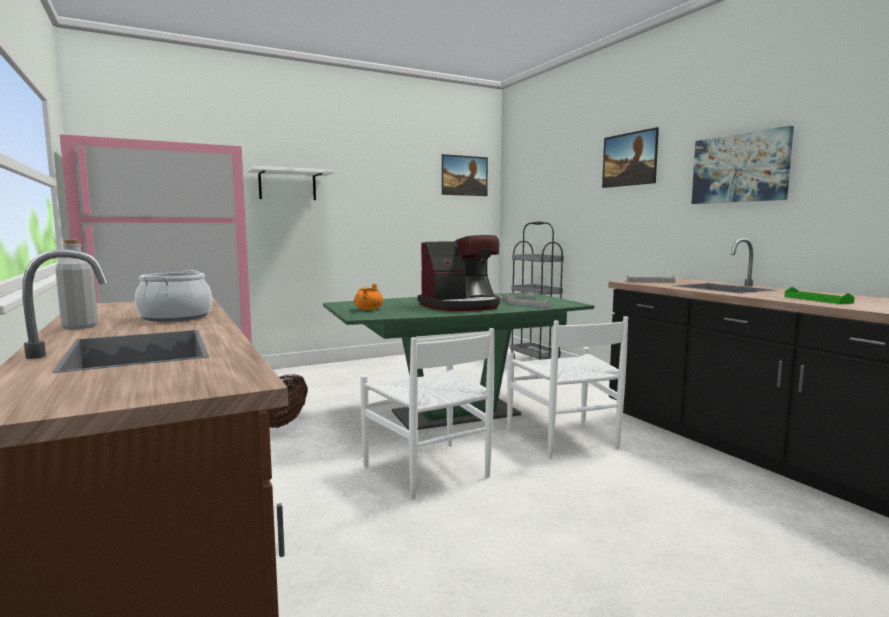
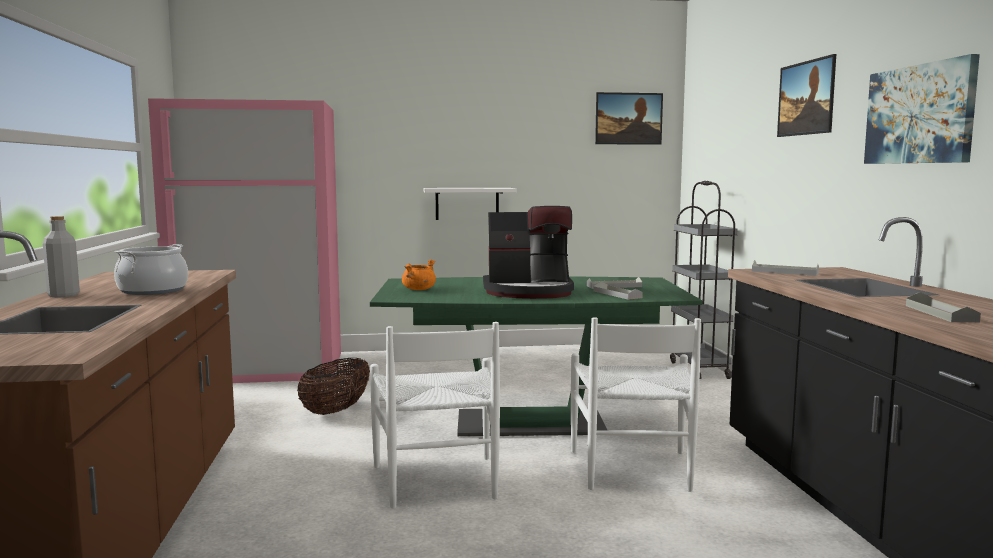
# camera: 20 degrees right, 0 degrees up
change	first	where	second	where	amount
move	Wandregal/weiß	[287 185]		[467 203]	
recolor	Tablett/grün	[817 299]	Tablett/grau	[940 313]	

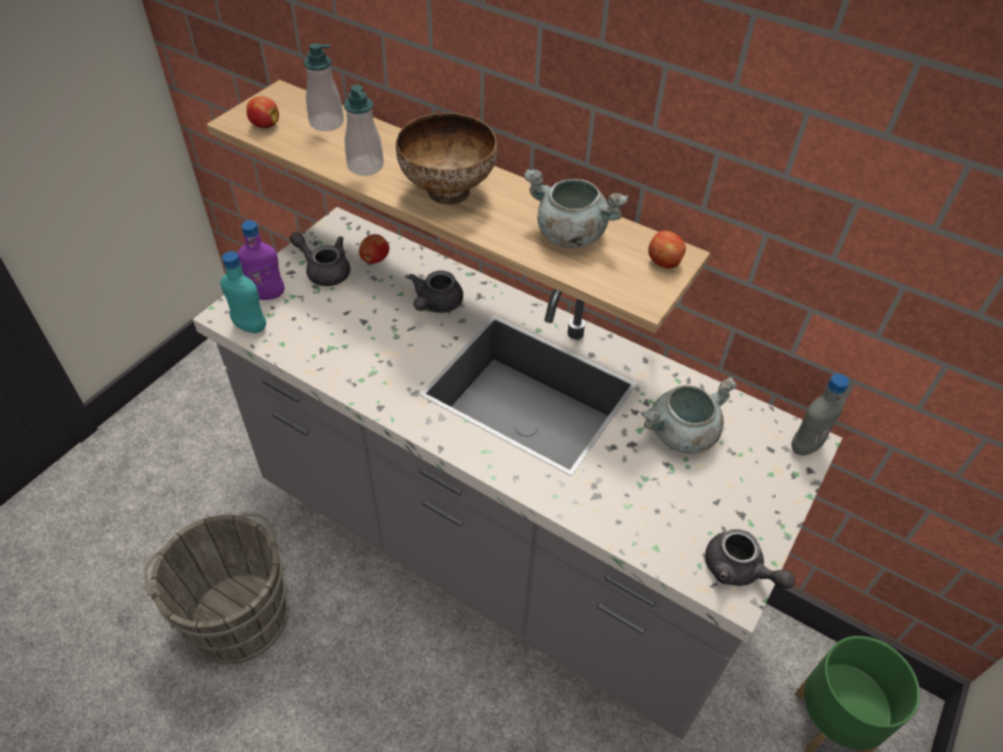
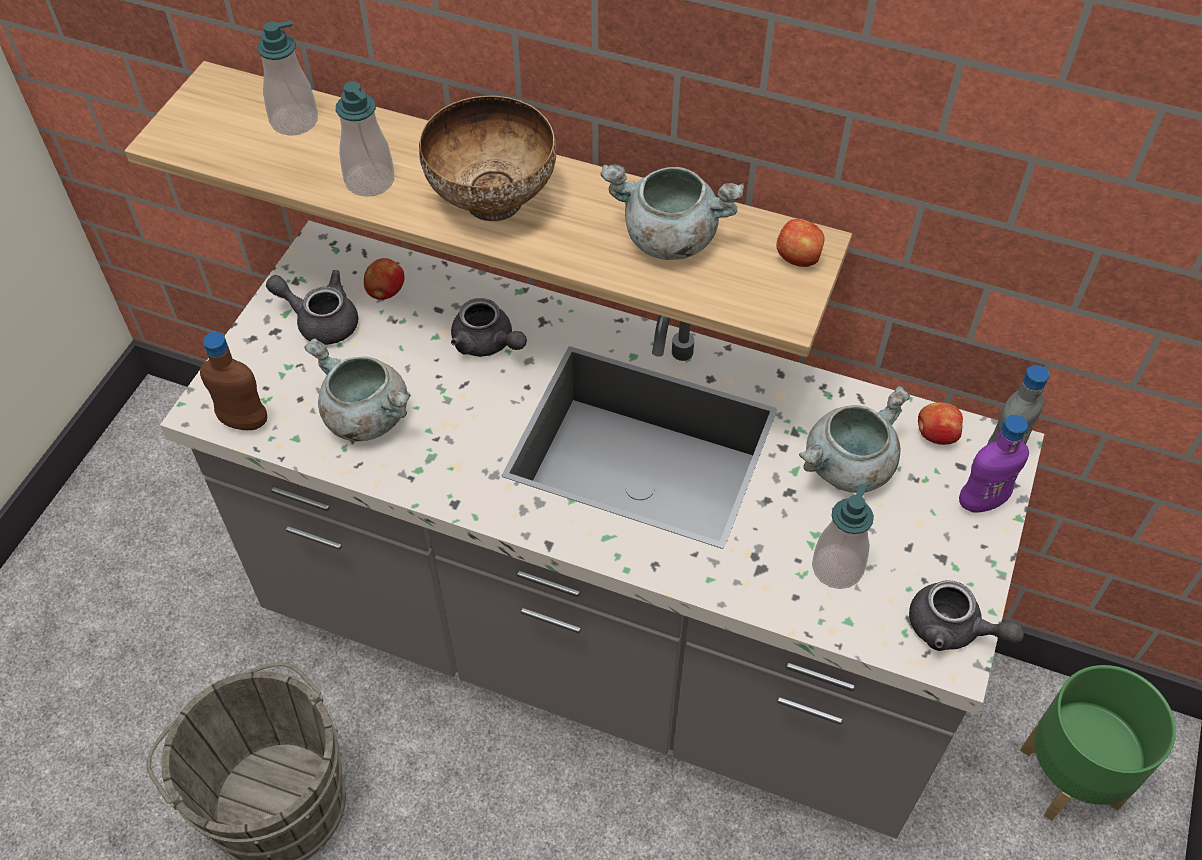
# camera: 10 degrees left, 5 degrees up
change	first	where	second	where	amount
insert			Kochtopf/grau	[364 417]	
insert			Seifenspender	[837 568]	
move	Flasche/lila	[267 295]		[981 501]	
move	Apfel	[264 125]		[935 435]	
recolor	Flasche/türkis	[250 327]	Flasche/braun	[244 422]	
rotate	Teekanne/grau	[436 304]		[487 344]	60 degrees counterclockwise

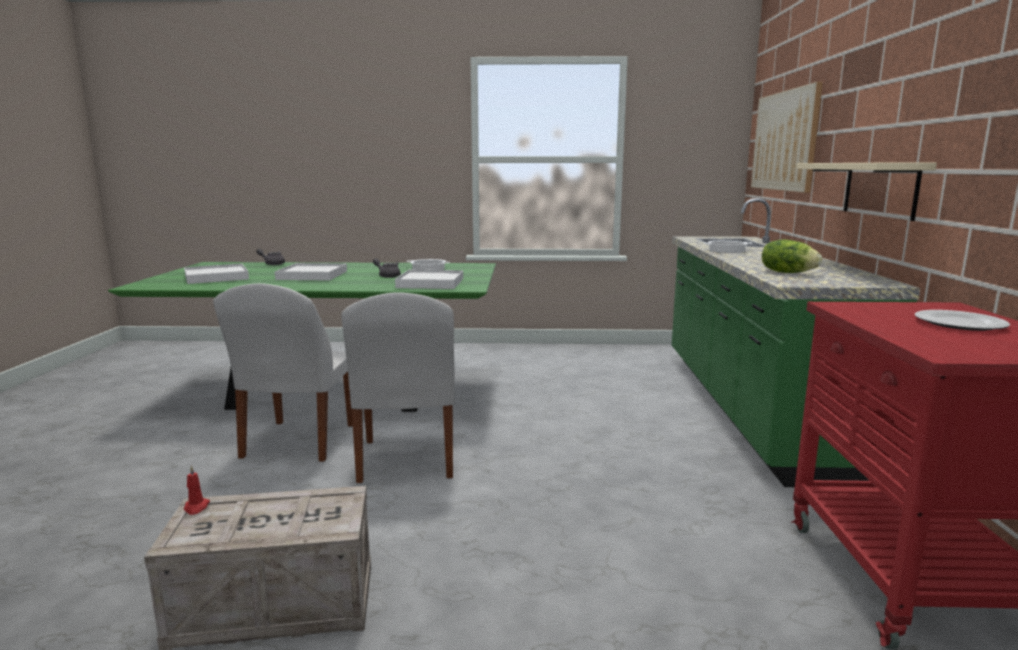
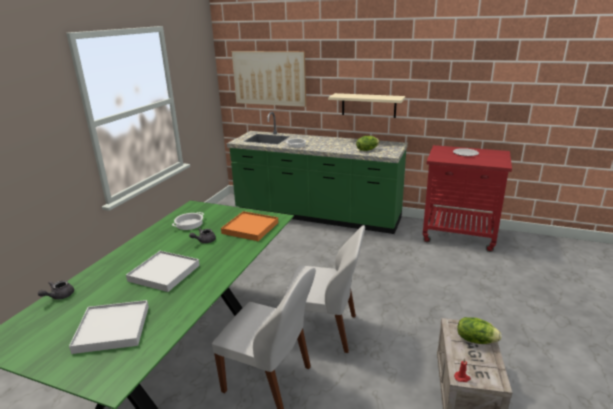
# camera: 70 degrees left, 10 degrees up
change	first	where	second	where	amount
insert			Salatkopf	[475 339]	
recolor	Tablett/weiß	[430 283]	Tablett/orange	[250 228]	

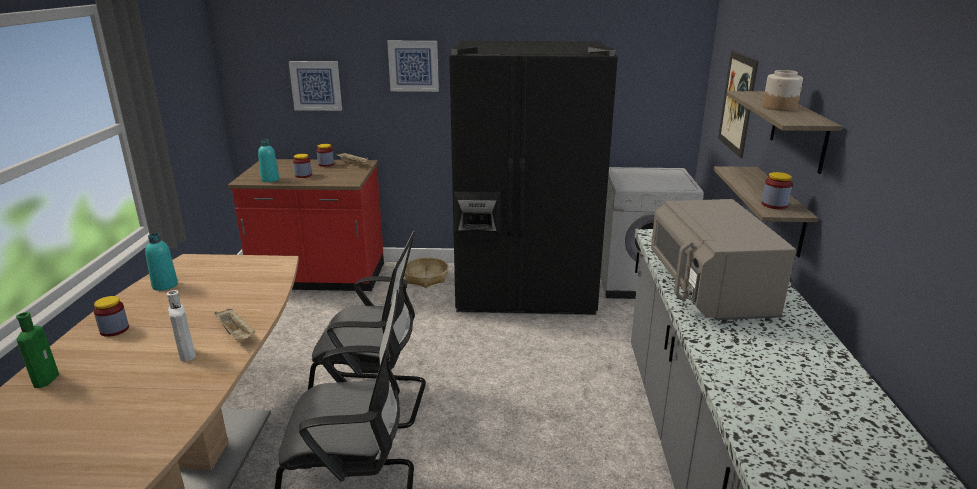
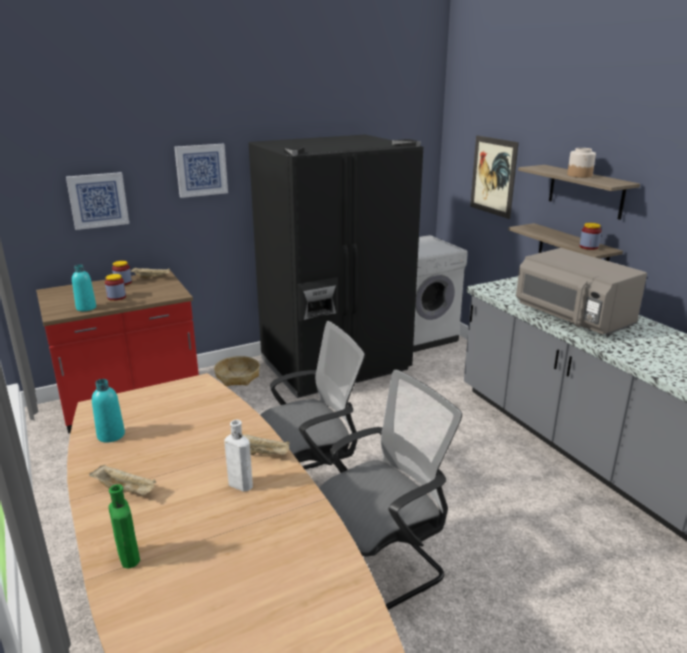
# camera: 30 degrees left, 0 degrees up
change	first	where	second	where	amount
replace	Vorratsglas	[114 330]	Tablett/beige	[125 490]	

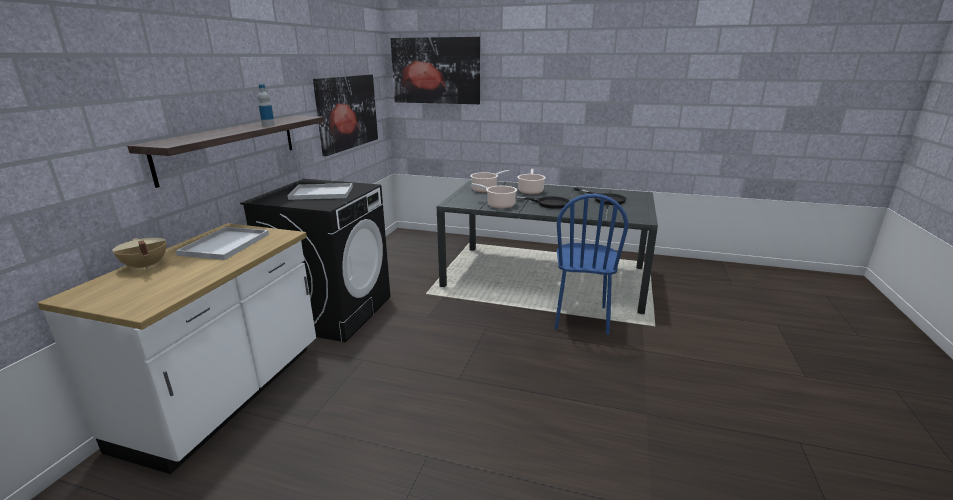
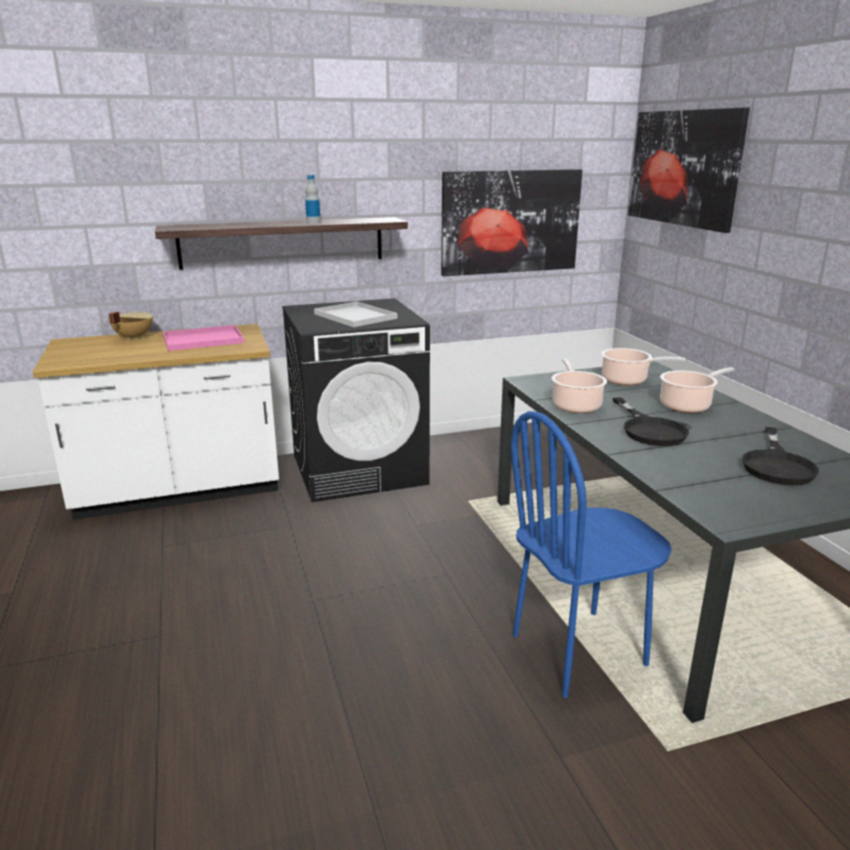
# camera: 55 degrees right, 0 degrees up
change	first	where	second	where	amount
recolor	Tablett/weiß	[225 245]	Tablett/rosa	[202 340]	

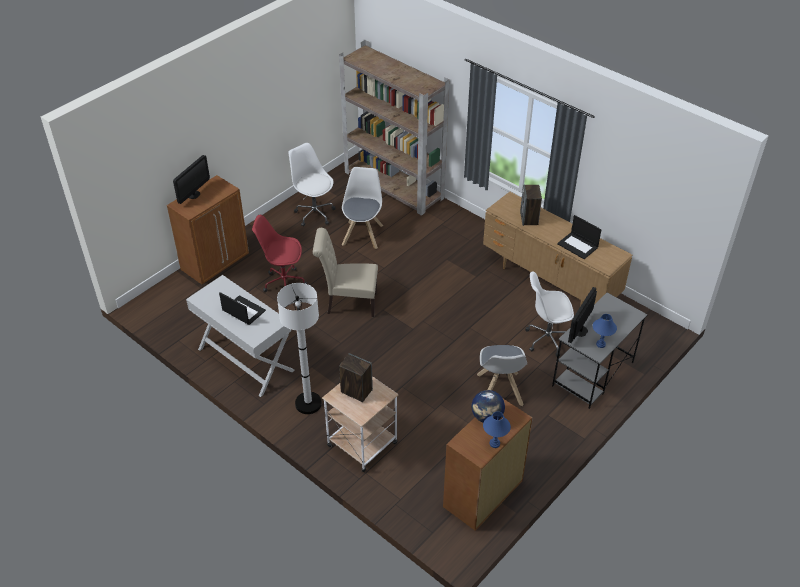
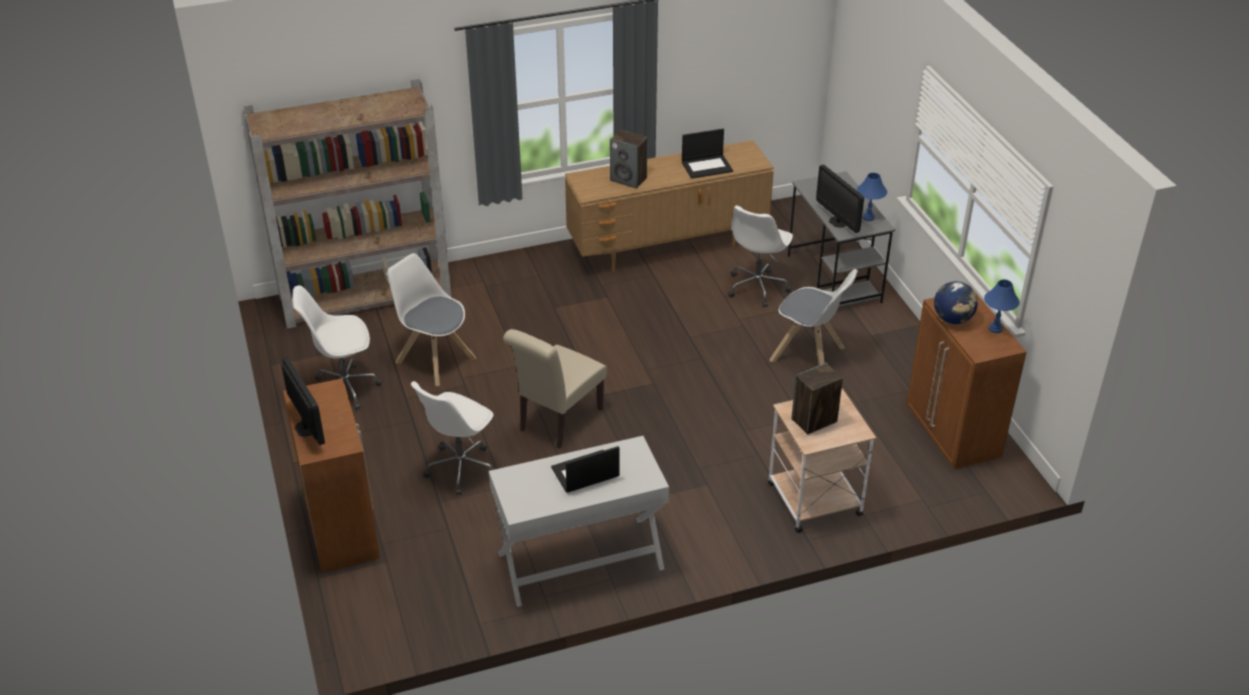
# camera: 60 degrees left, 5 degrees down
change	first	where	second	where	amount
delete	Stehlampe/weiß	[308 403]			
recolor	Bürostuhl/rot	[283 283]	Bürostuhl/weiß	[460 470]	

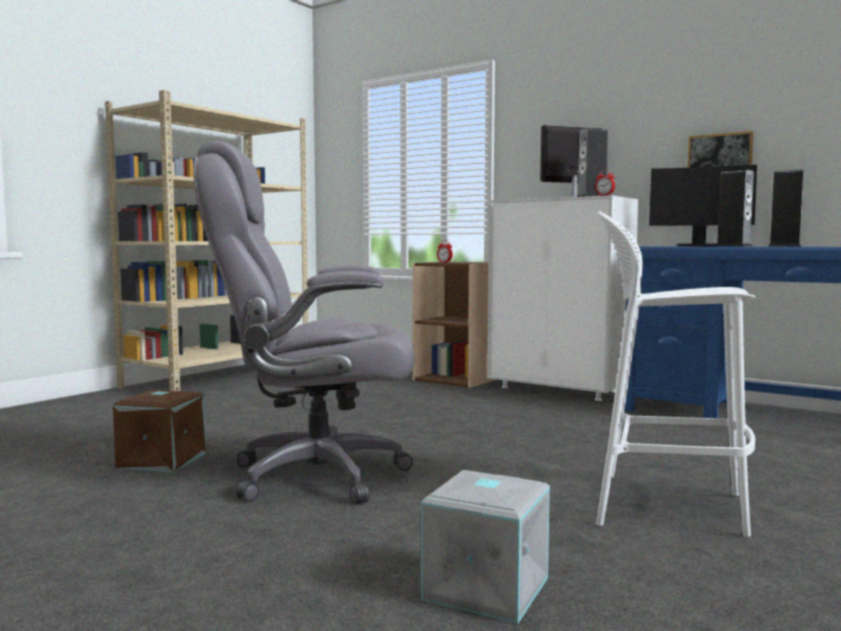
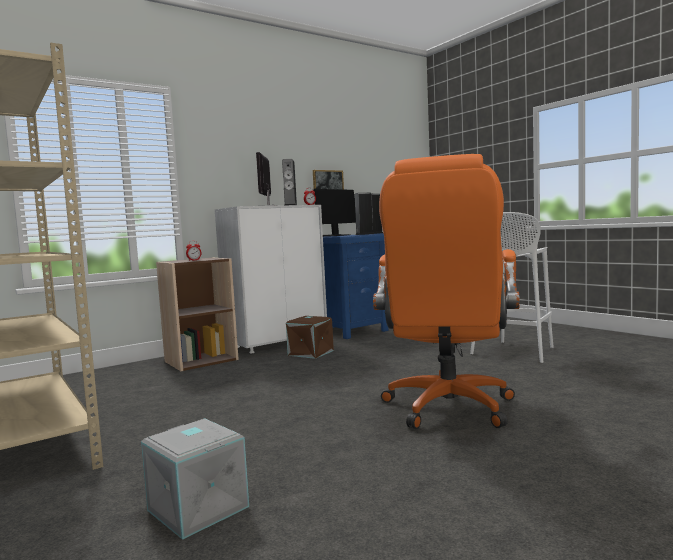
# camera: 70 degrees left, 0 degrees up
change	first	where	second	where	amount
move	Aufbewahrungsbox/braun	[161 460]		[310 353]	
move	Aufbewahrungsbox/grau	[484 587]		[196 509]	
recolor	Bürostuhl/grau	[314 476]	Bürostuhl/orange	[448 408]	

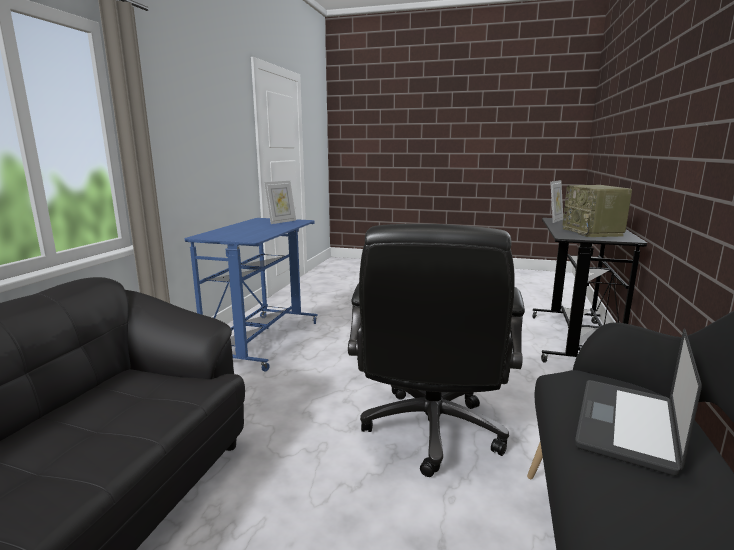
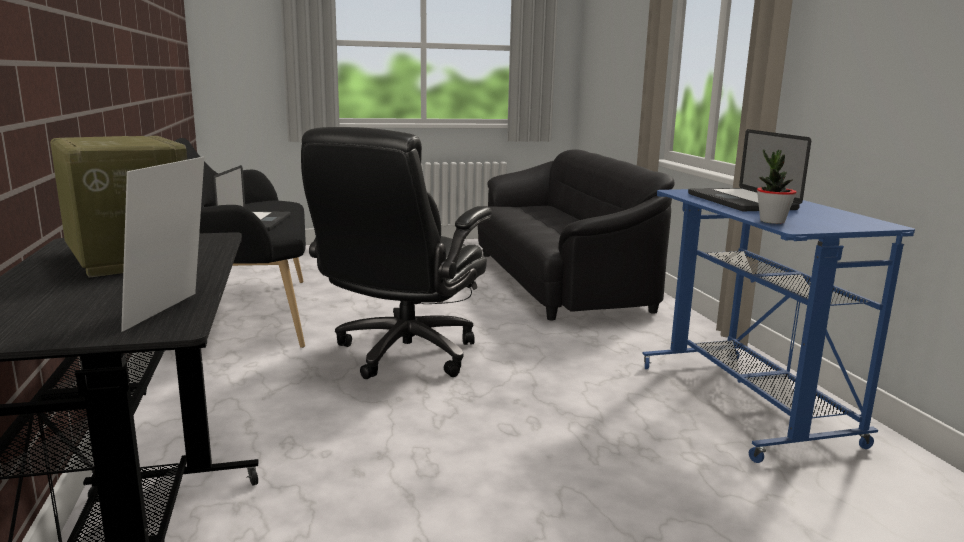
# camera: 150 degrees right, 0 degrees up
change	first	where	second	where	amount
delete	Bilderrahmen	[281 222]			
insert			Laptop	[741 201]	
insert			Topfpflanze	[772 221]	
rotate	Bürostuhl/schwarz	[429 434]		[401 355]	135 degrees counterclockwise

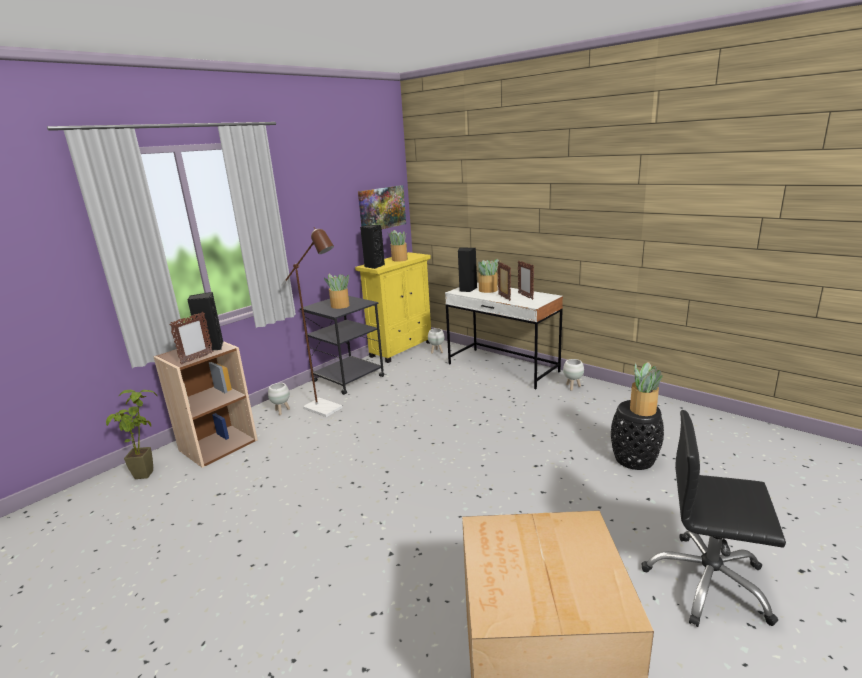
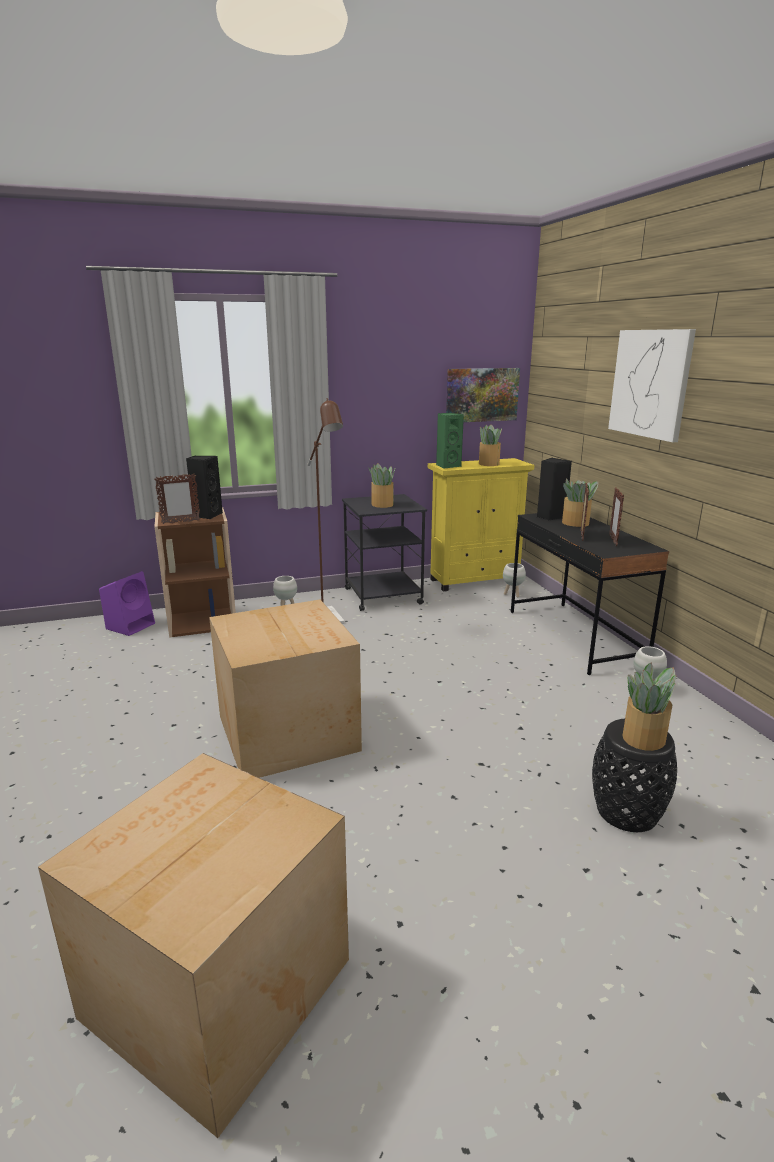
# camera: 30 degrees right, 0 degrees up
change	first	where	second	where	amount
delete	Bürostuhl/schwarz	[707 582]			
insert			Karton	[289 731]	
insert			Bild	[650 383]	
replace	Topfpflanze	[149 471]	Lautsprecher/lila	[131 625]	
recolor	Lautsprecher/schwarz	[374 266]	Lautsprecher/grün	[447 466]	
recolor	Schreibtisch/weiß	[502 368]	Schreibtisch/schwarz	[574 636]	

